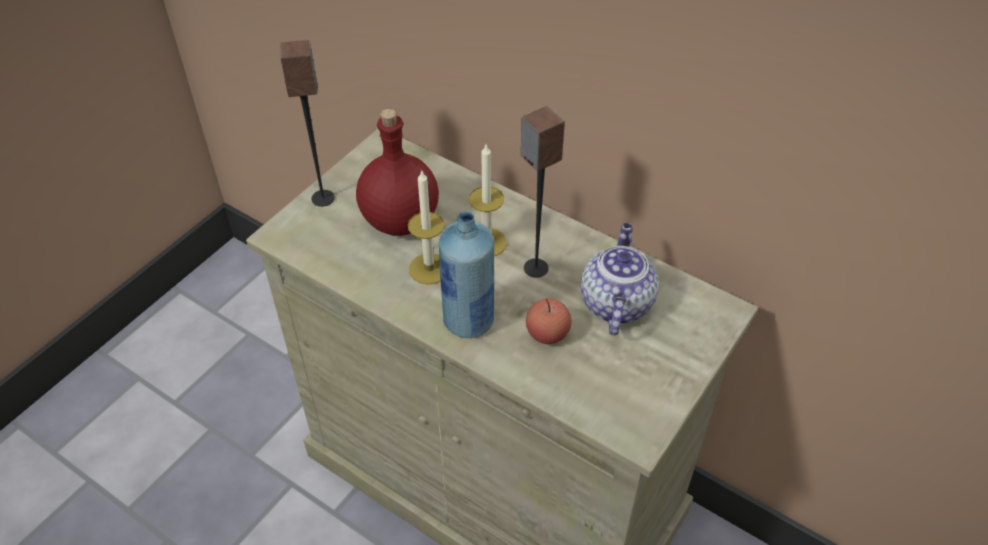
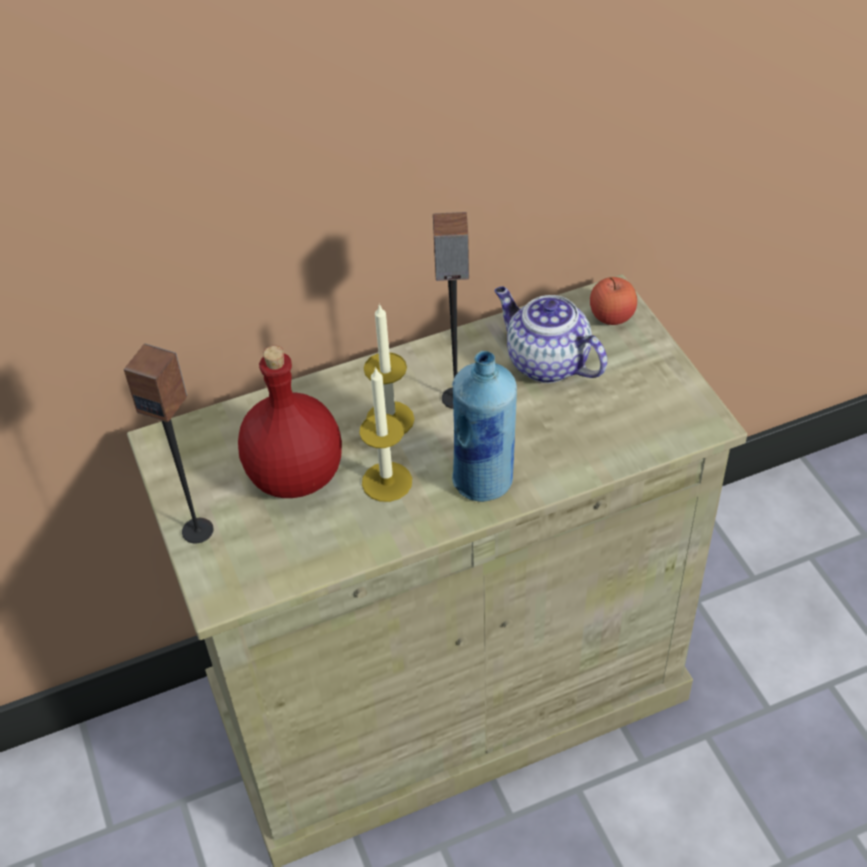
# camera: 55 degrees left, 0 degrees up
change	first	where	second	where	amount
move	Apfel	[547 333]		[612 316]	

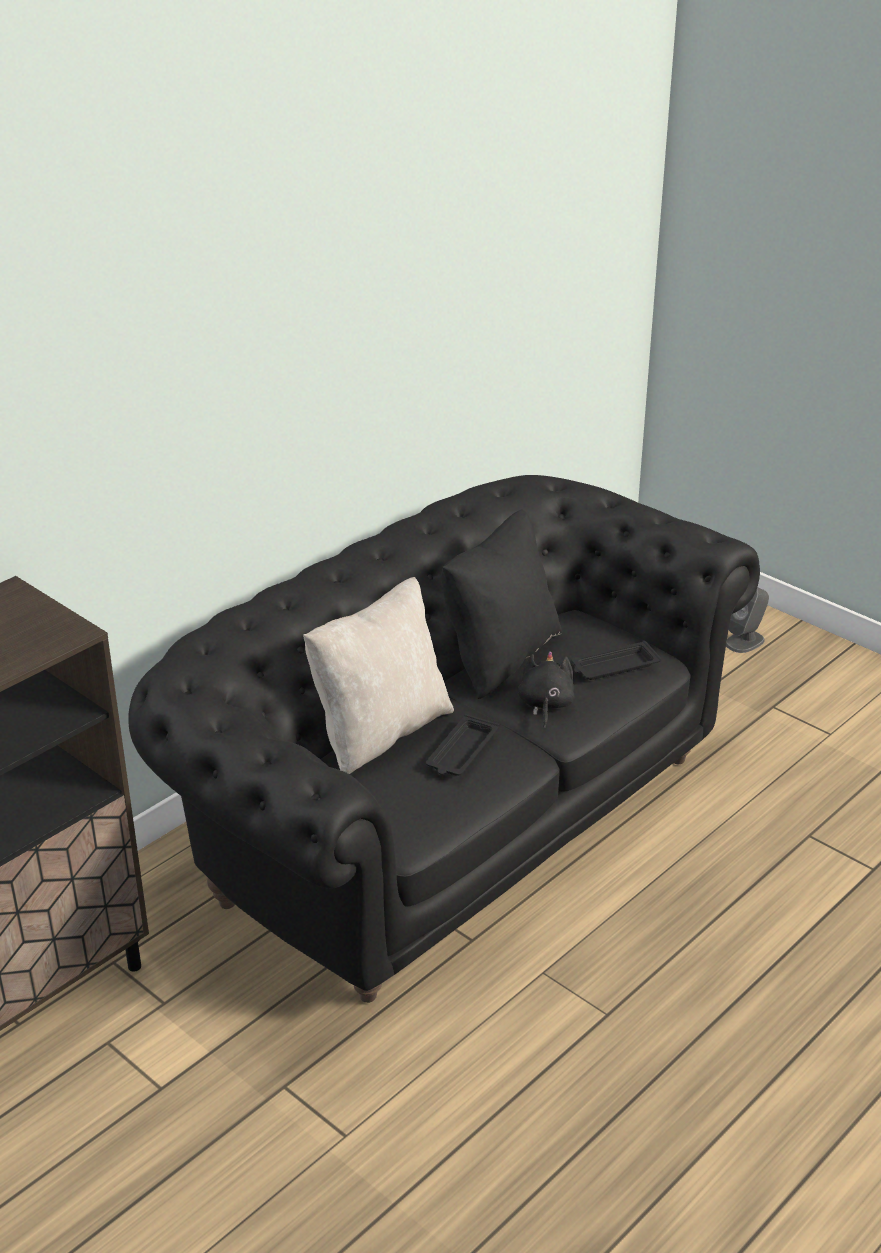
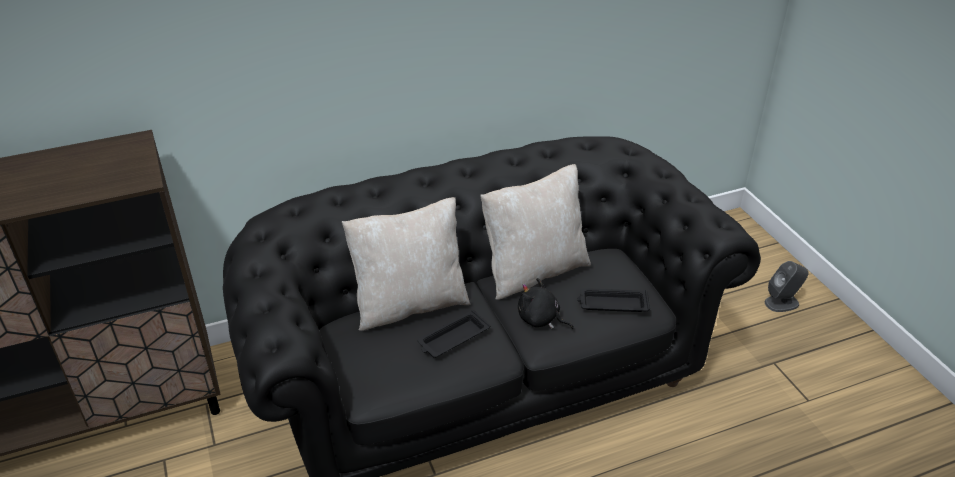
# camera: 25 degrees right, 5 degrees up
change	first	where	second	where	amount
recolor	Kissen/schwarz	[499 657]	Kissen/beige	[534 271]	
rotate	Plüschtier/schwarz	[545 705]		[540 319]	90 degrees counterclockwise

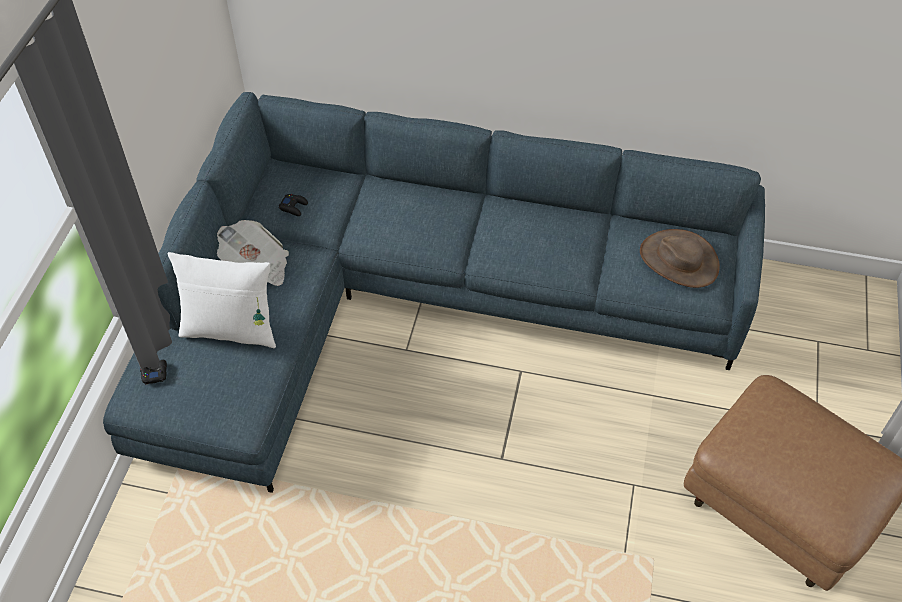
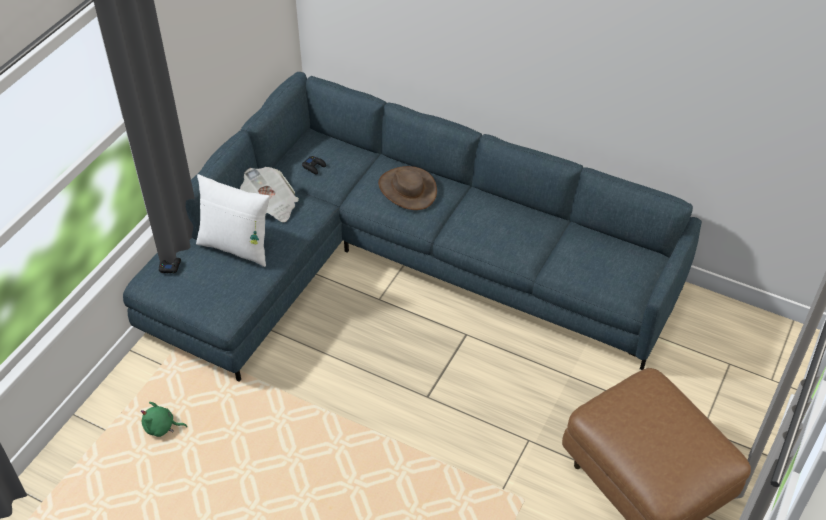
# camera: 15 degrees right, 5 degrees down
change	first	where	second	where	amount
insert			Plüschtier/grün	[162 427]	
move	Hut/braun	[679 260]		[407 189]	

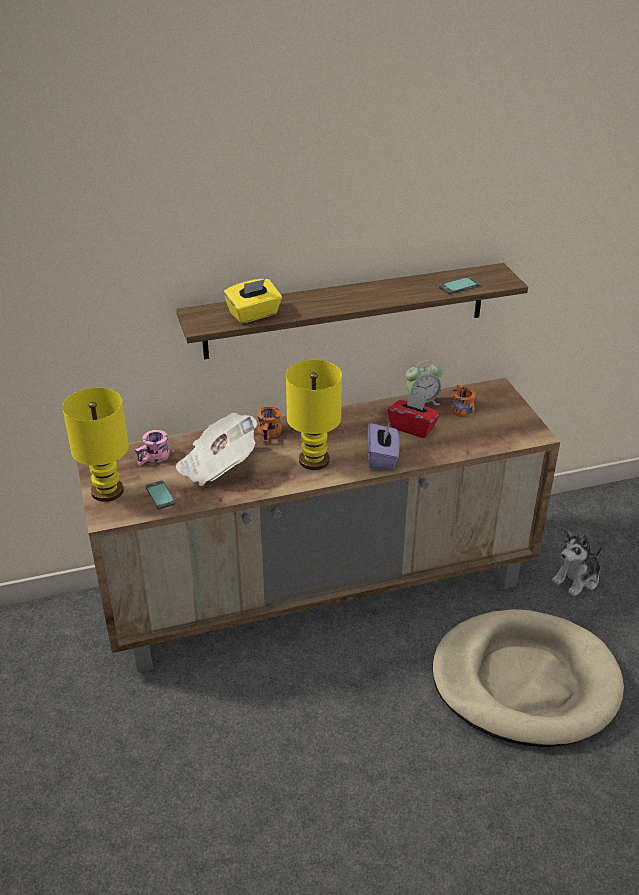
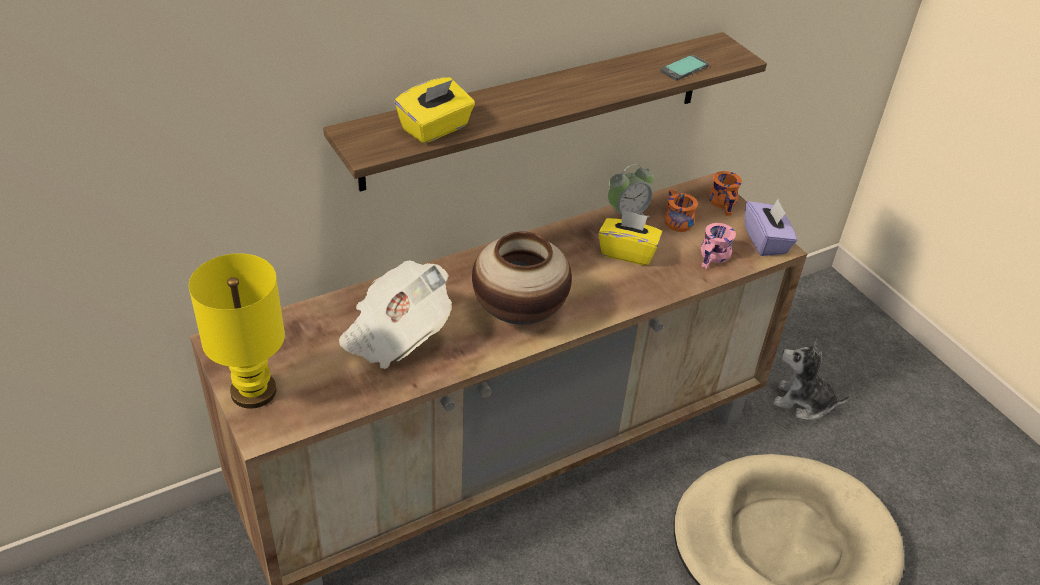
# camera: 15 degrees left, 5 degrees up
change	first	where	second	where	amount
delete	Handy	[160 495]			
move	Henkelbecher/rosa	[155 458]		[715 257]	
move	Henkelbecher/orange	[270 433]		[725 203]	
move	Taschentuchbox/lila	[382 458]		[766 241]	
replace	Tischlampe/gelb	[313 460]	Vase	[518 312]	
recolor	Taschentuchbox/rot	[412 427]	Taschentuchbox/gelb	[627 252]	
rotate	Plüschtier	[577 579]		[802 402]	75 degrees clockwise

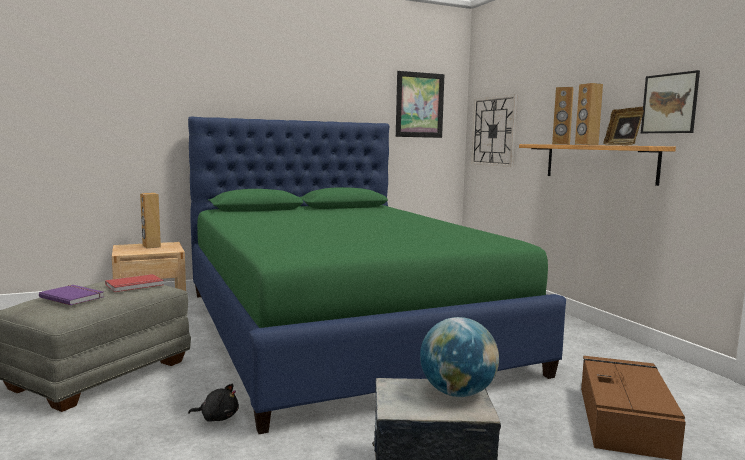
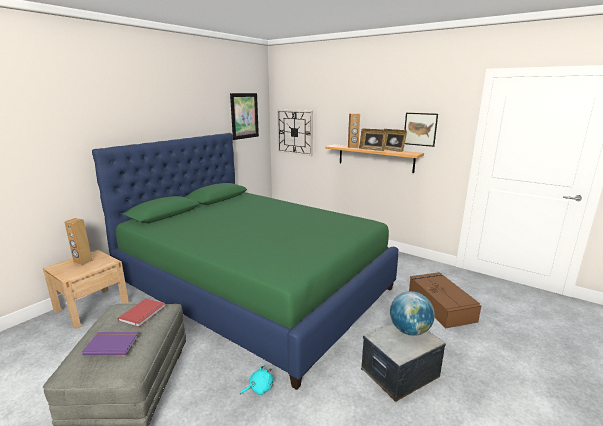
# camera: 30 degrees left, 10 degrees up
change	first	where	second	where	amount
replace	Lautsprecher/braun	[586 144]	Bilderrahmen	[372 149]	
recolor	Plüschtier/schwarz	[217 417]	Plüschtier/türkis	[259 388]	

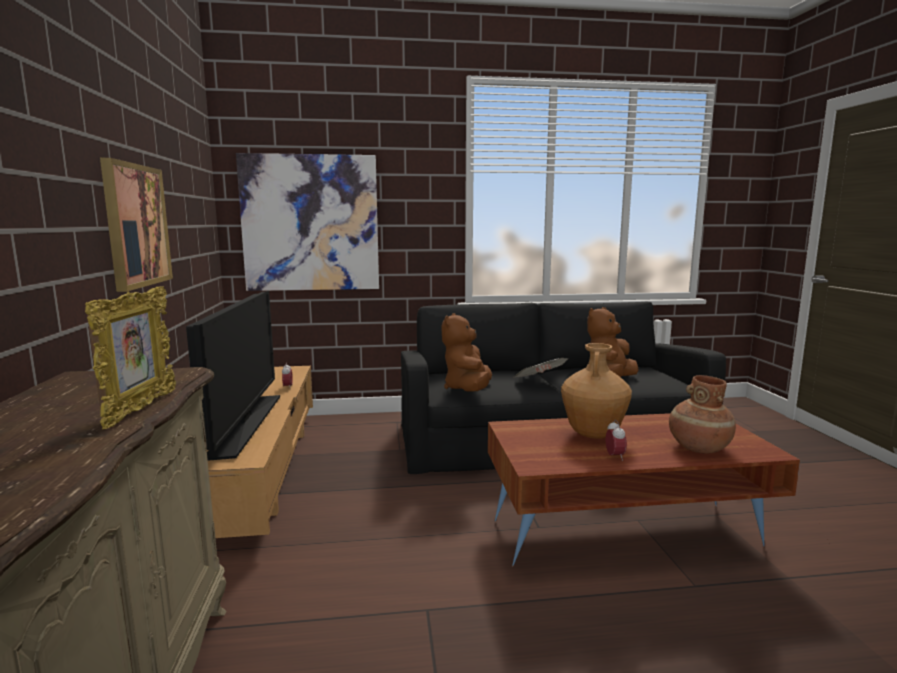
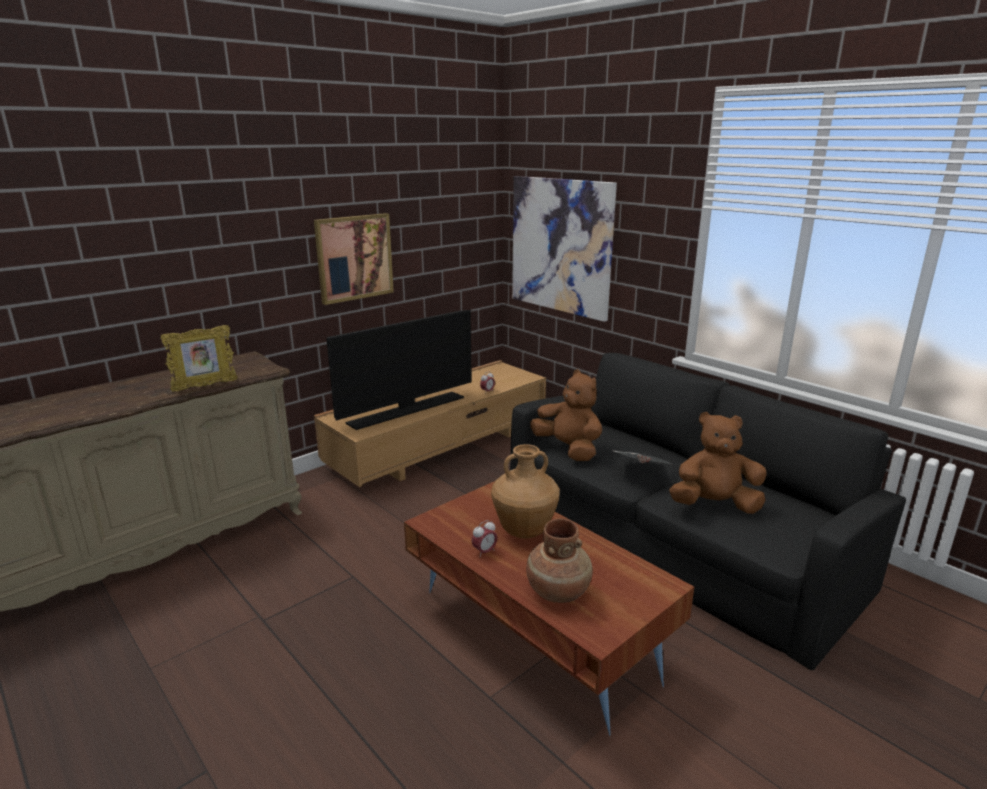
# camera: 55 degrees right, 10 degrees up
change	first	where	second	where	amount
rotate	Plüschtier/braun	[468 389]		[568 449]	75 degrees clockwise

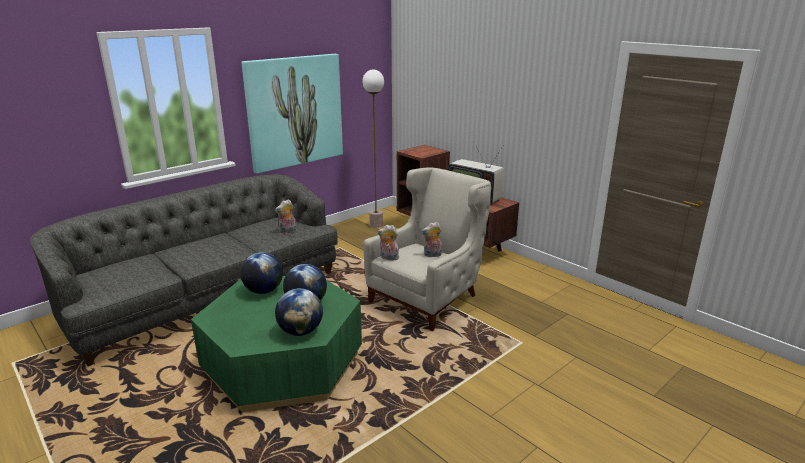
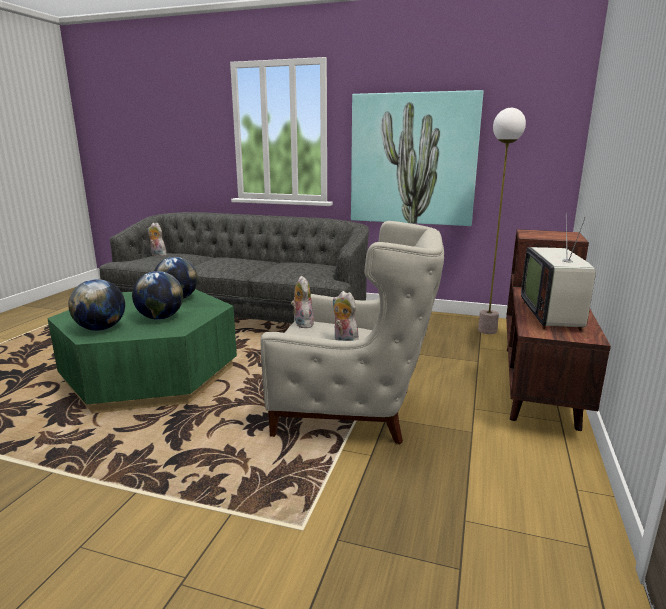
# camera: 60 degrees right, 5 degrees down
change	first	where	second	where	amount
move	Plüschtier	[288 231]		[157 255]	

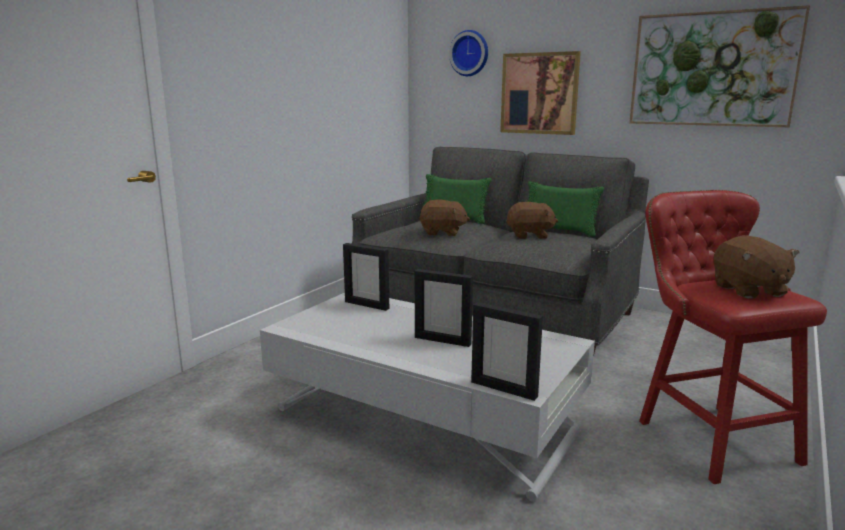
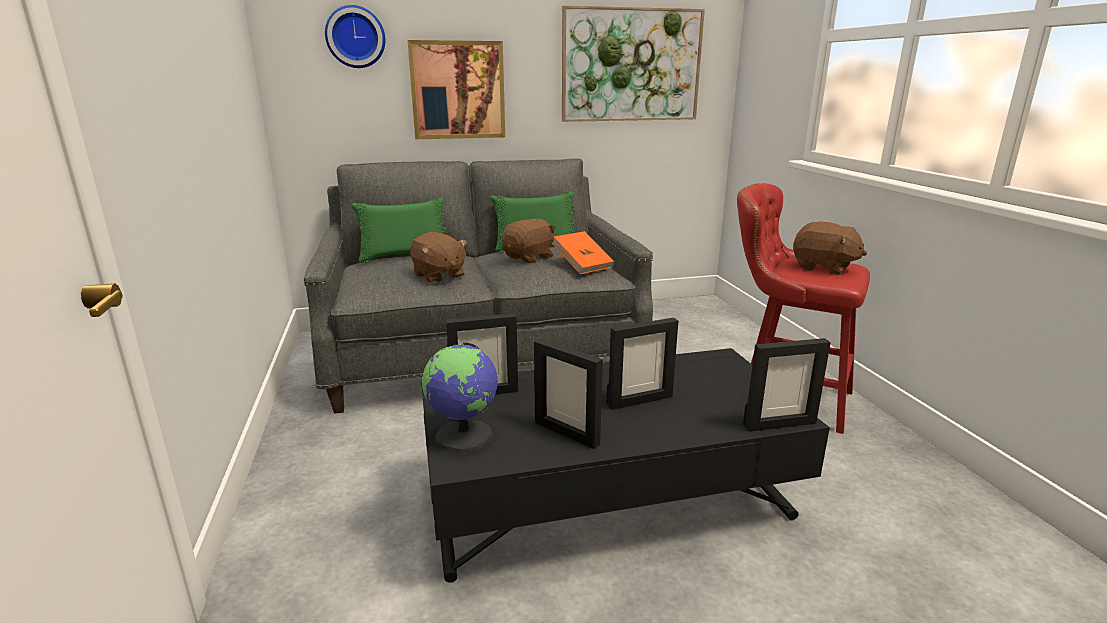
# camera: 45 degrees left, 5 degrees up
change	first	where	second	where	amount
insert			Globus	[465 436]	
insert			Bilderrahmen	[567 432]	
insert			Buch/orange	[582 265]	
recolor	Couchtisch/weiß	[425 421]	Couchtisch/schwarz	[609 499]	
rotate	Plüschtier/braun	[442 233]		[439 276]	90 degrees clockwise

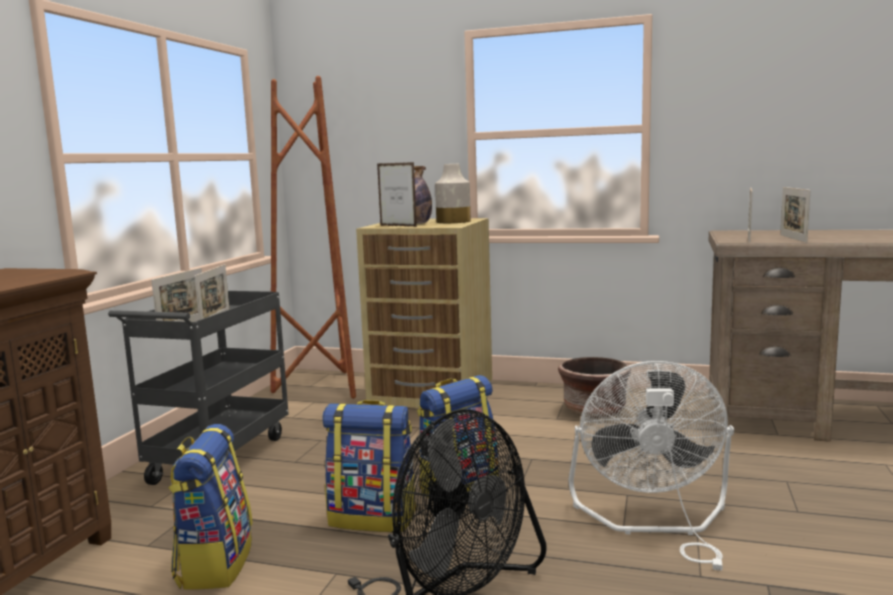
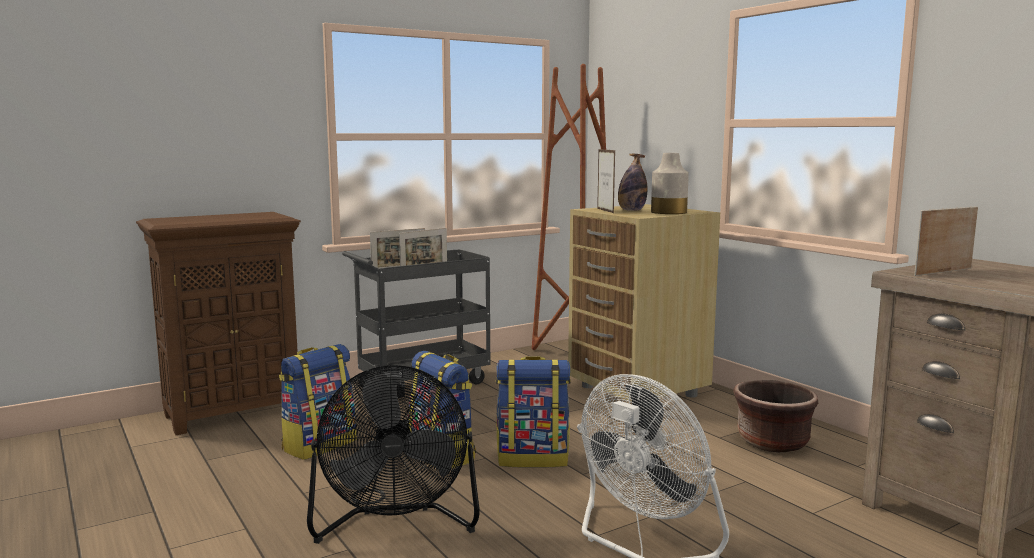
# camera: 40 degrees right, 0 degrees up
change	first	where	second	where	amount
delete	Bilderrahmen	[793 238]			

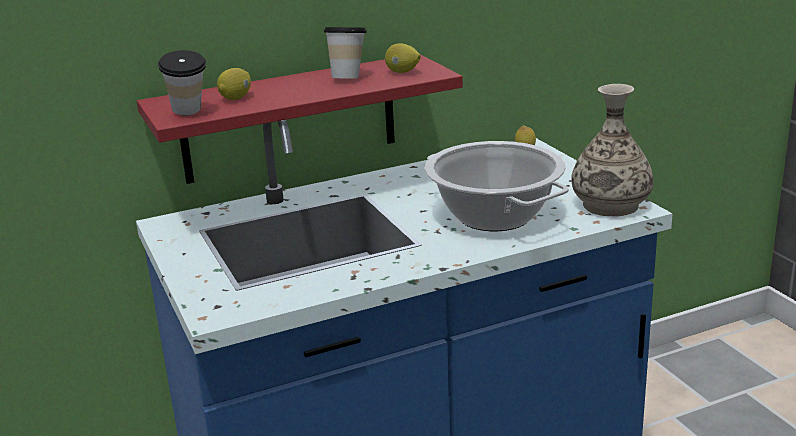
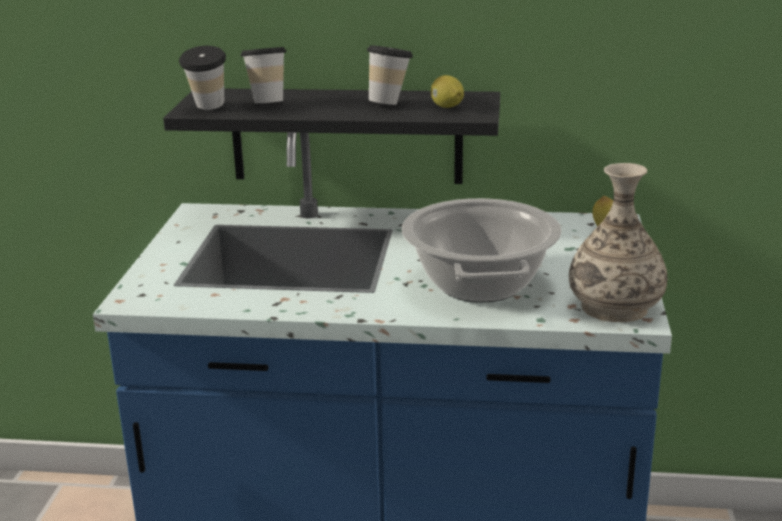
# camera: 30 degrees right, 0 degrees up
change	first	where	second	where	amount
replace	Zitrone	[236 98]	Tasse	[267 102]	
recolor	Wandregal/rot	[289 119]	Wandregal/schwarz	[346 135]	

